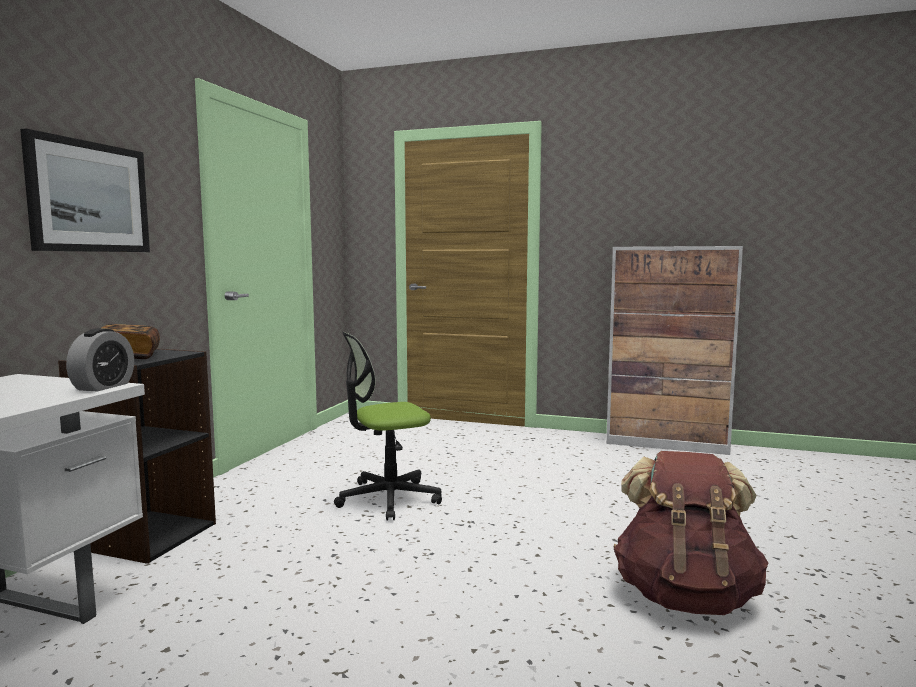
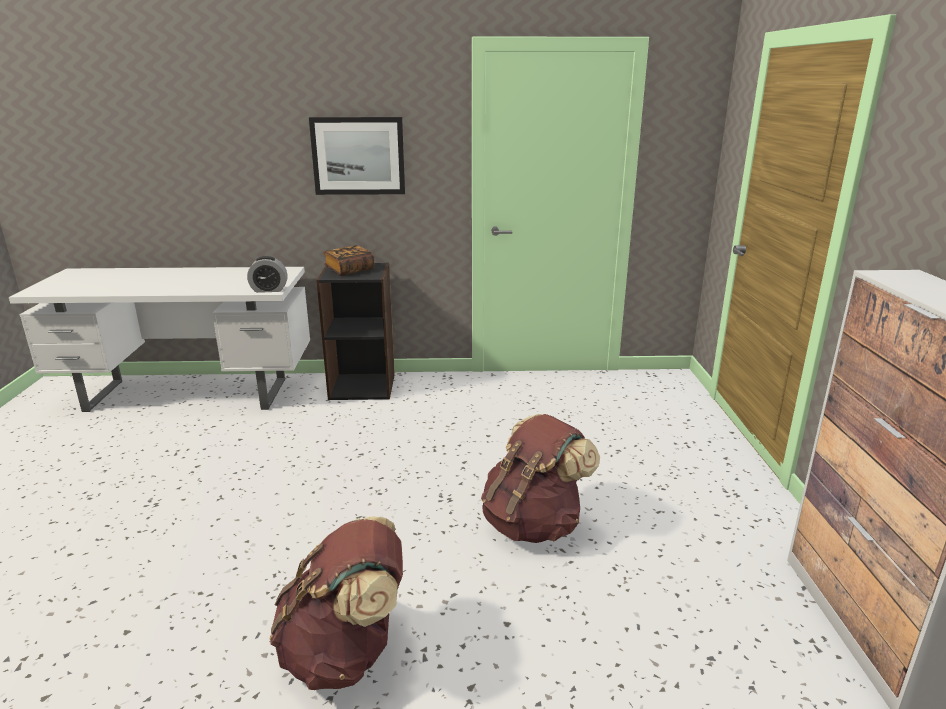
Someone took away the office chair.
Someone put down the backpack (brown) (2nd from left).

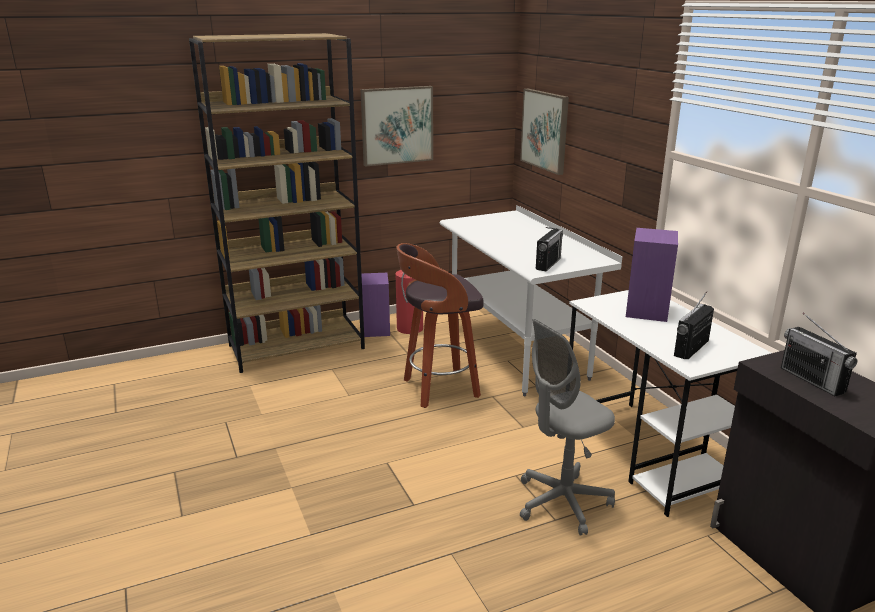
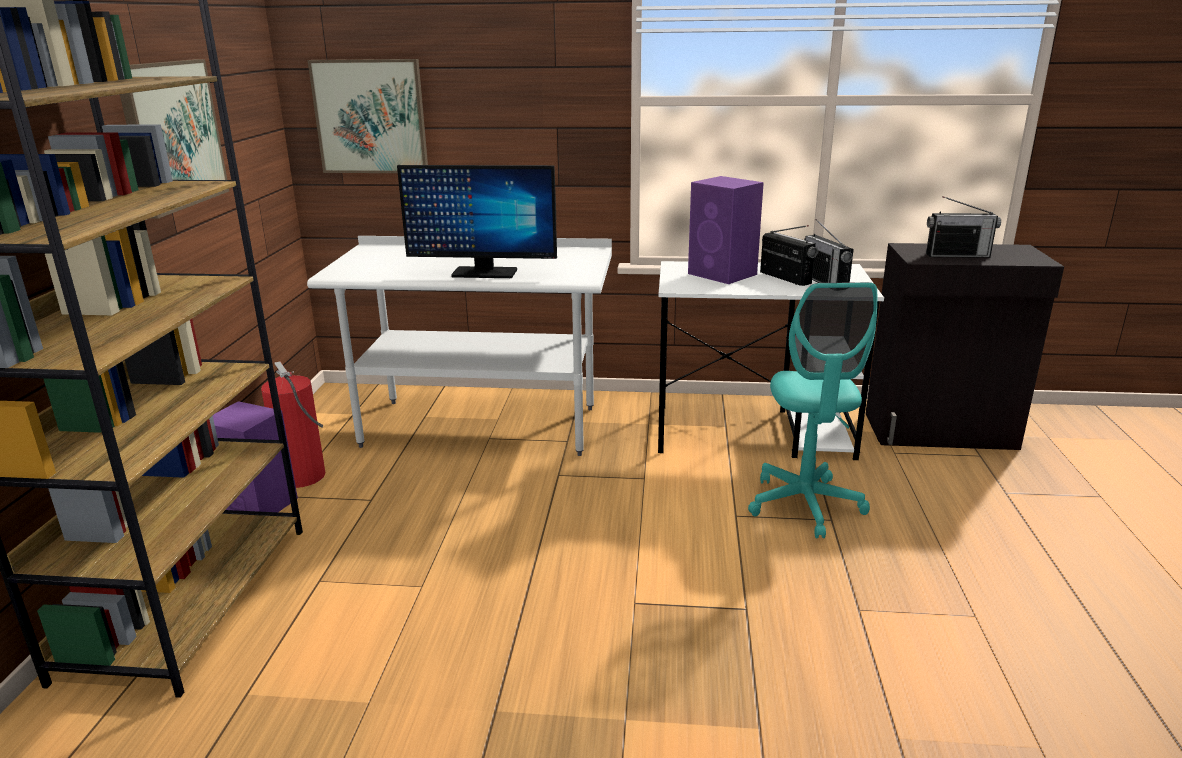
Someone carried the radio (1st from left).
Someone took away the stool.
Someone repainted the office chair (grey), which became the office chair (turquoise).
Someone put down the monitor.

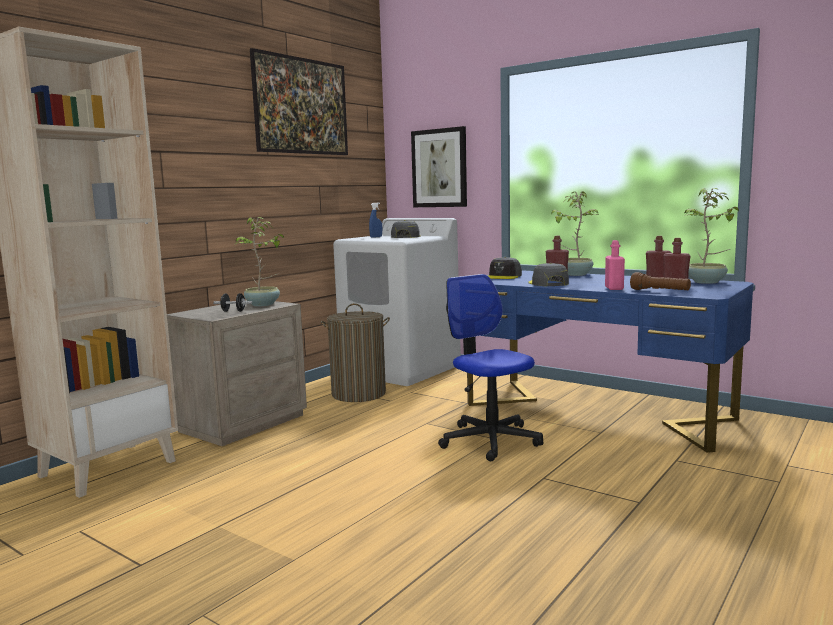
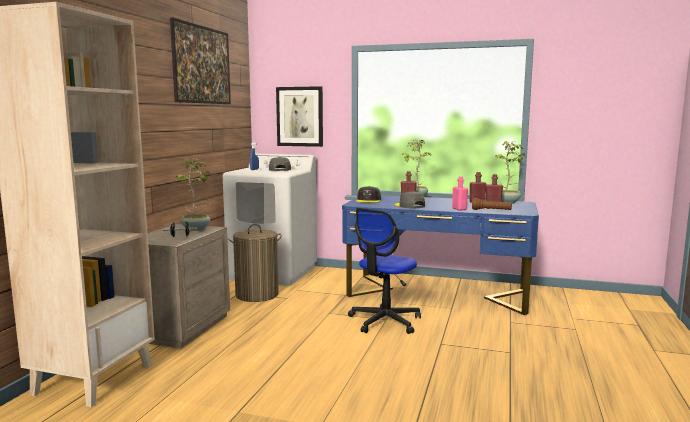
Someone rotated the office chair by 90 degrees counterclockwise.

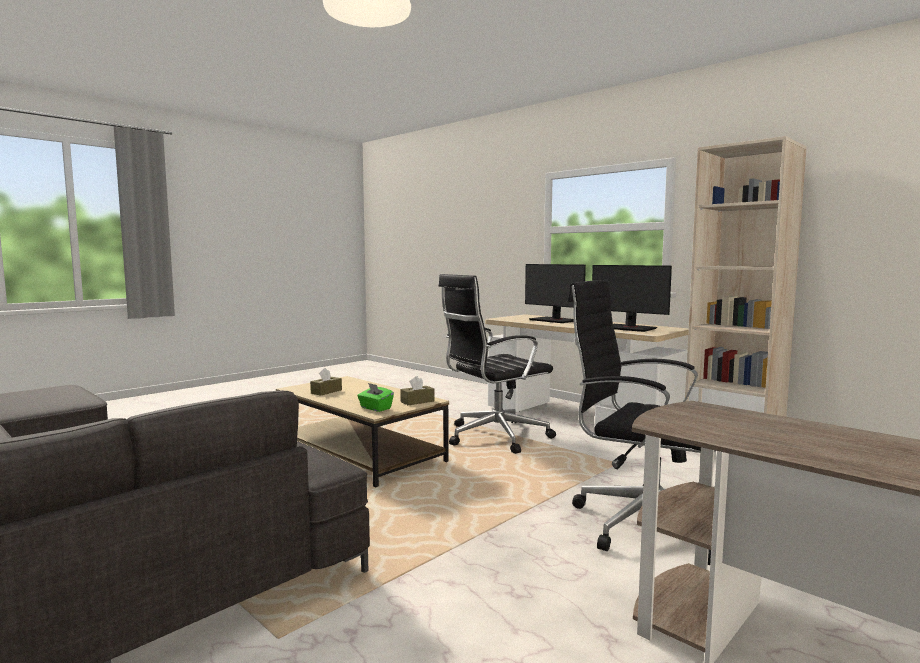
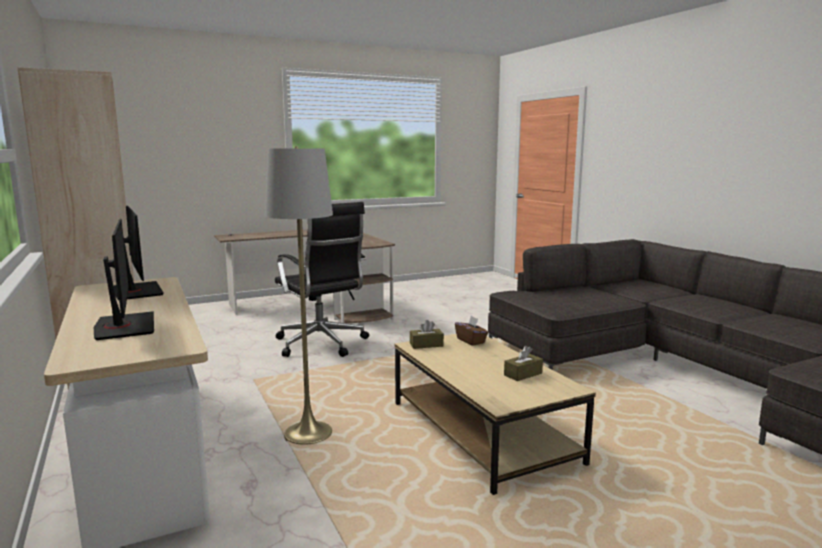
Someone swapped the office chair (black) (1st from left) for the floor lamp (grey).
Someone repainted the tissue box (green), which became the tissue box (brown) (2nd from left).

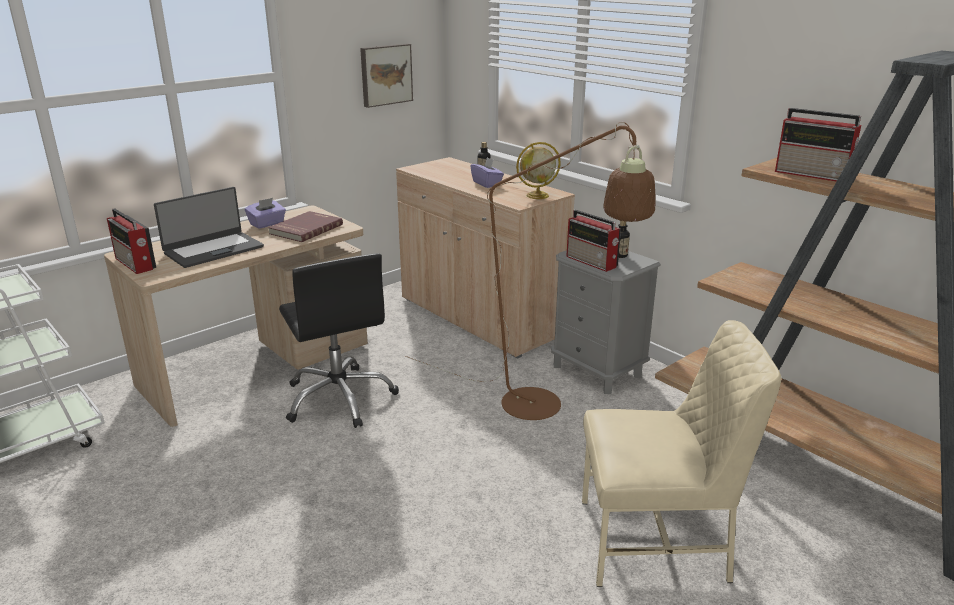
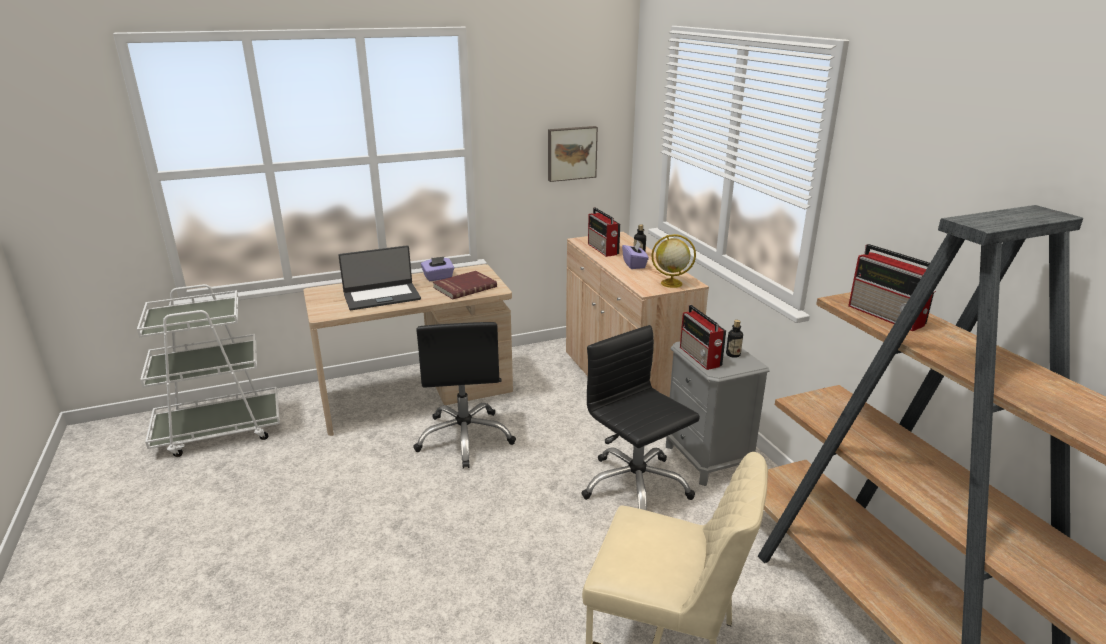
Someone swapped the floor lamp (brown) for the office chair (black) (2nd from left).
Someone carried the radio (1st from left).

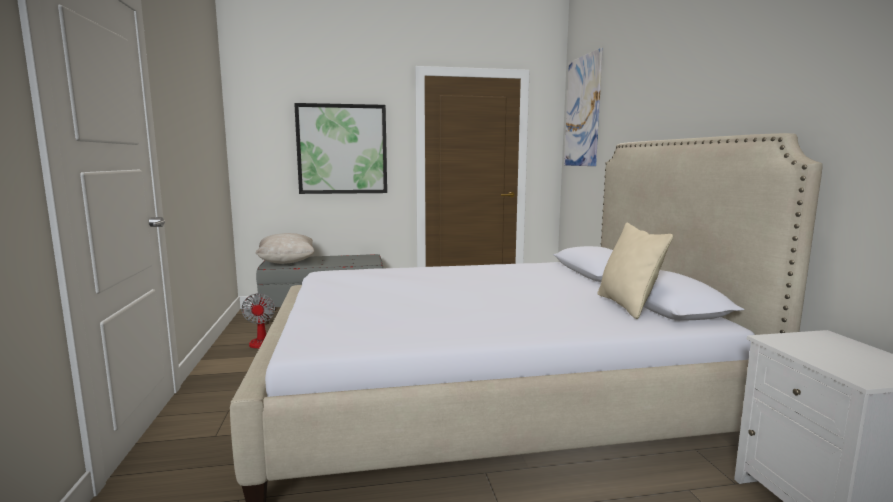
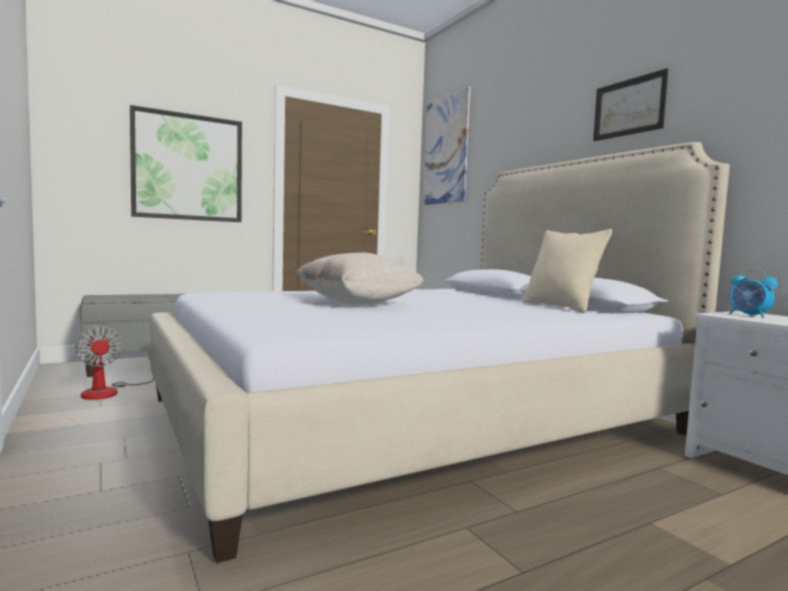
Someone carried the pillow (beige) (1st from left).
Someone put up the picture (3rd from left).
Someone put down the alarm clock.

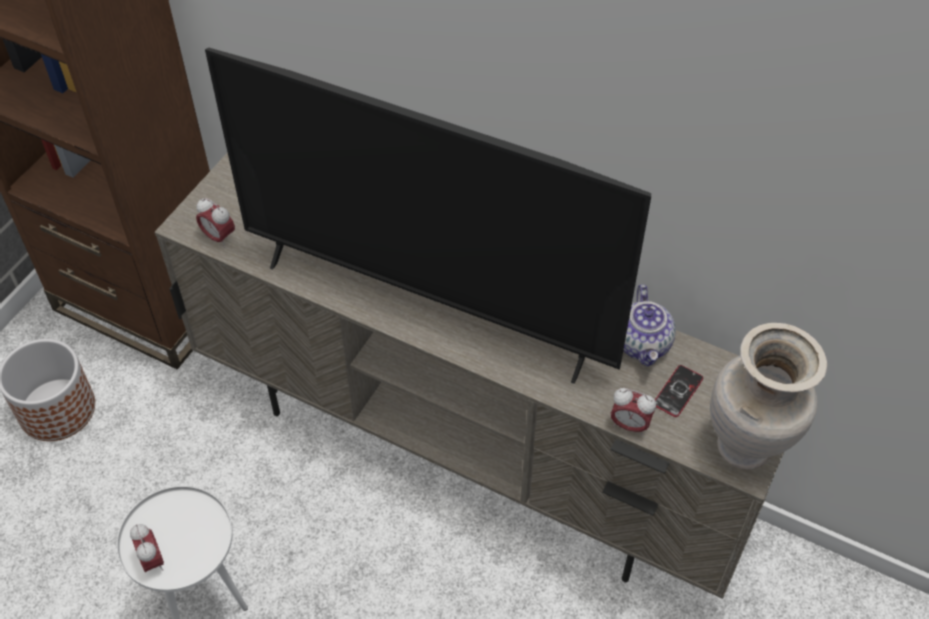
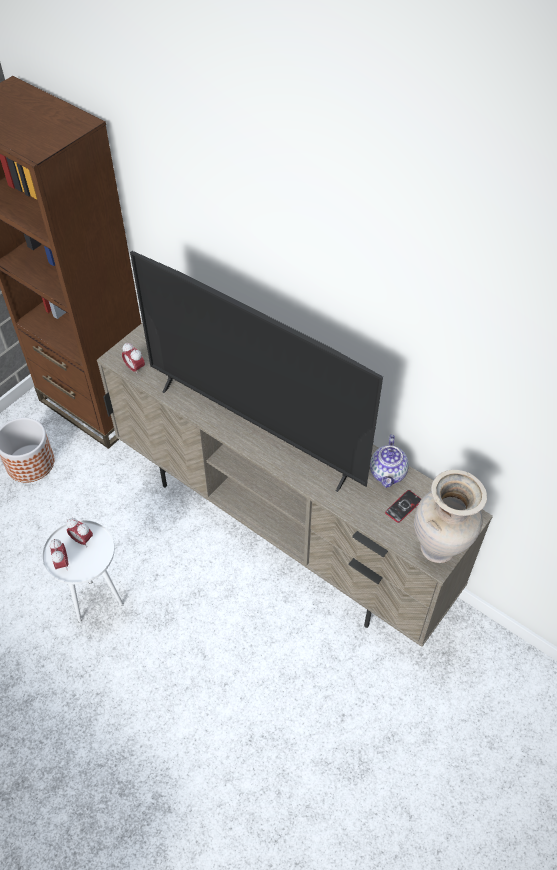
Someone carried the alarm clock (3rd from left in the first image).

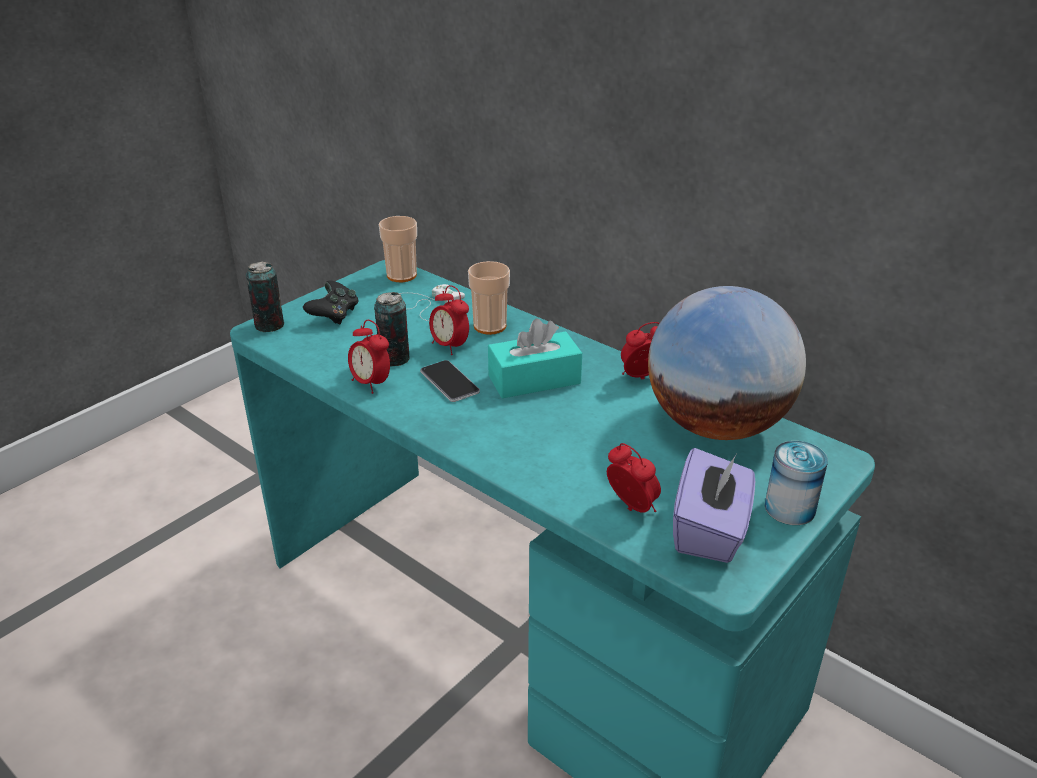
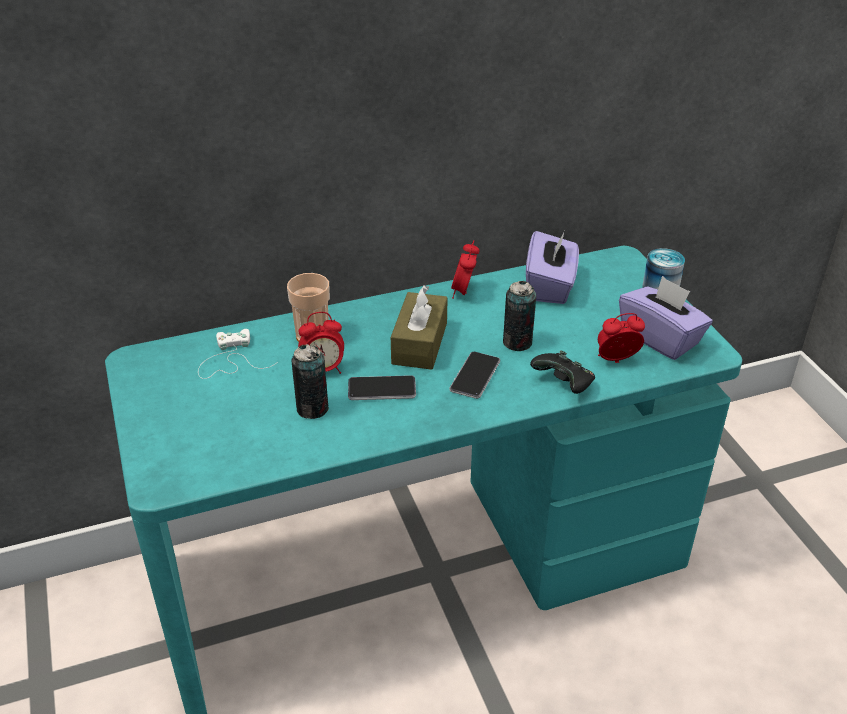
Someone took away the cup (1st from left).
Someone carried the can (1st from left in the first image).
Someone carried the game controller (black).
Someone swapped the globe for the tissue box (purple) (1st from left).
Someone repainted the tissue box (turquoise), which became the tissue box (brown).
Someone took away the alarm clock (1st from left).
Someone put down the phone (2nd from left).

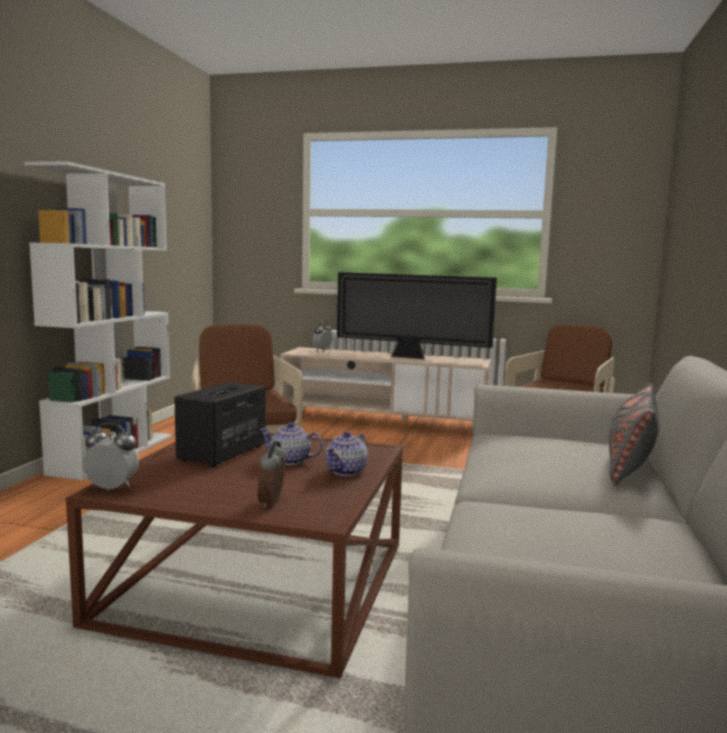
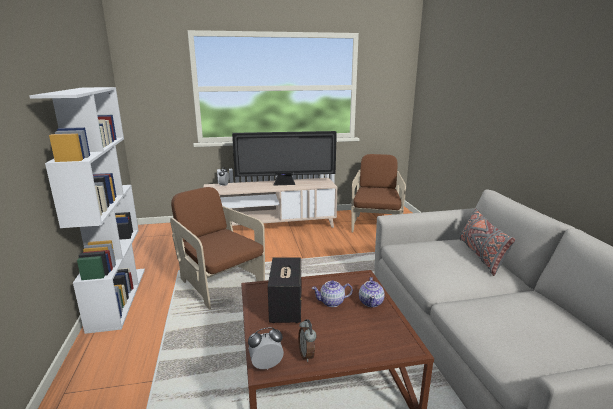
Someone carried the alarm clock (2nd from left in the first image).

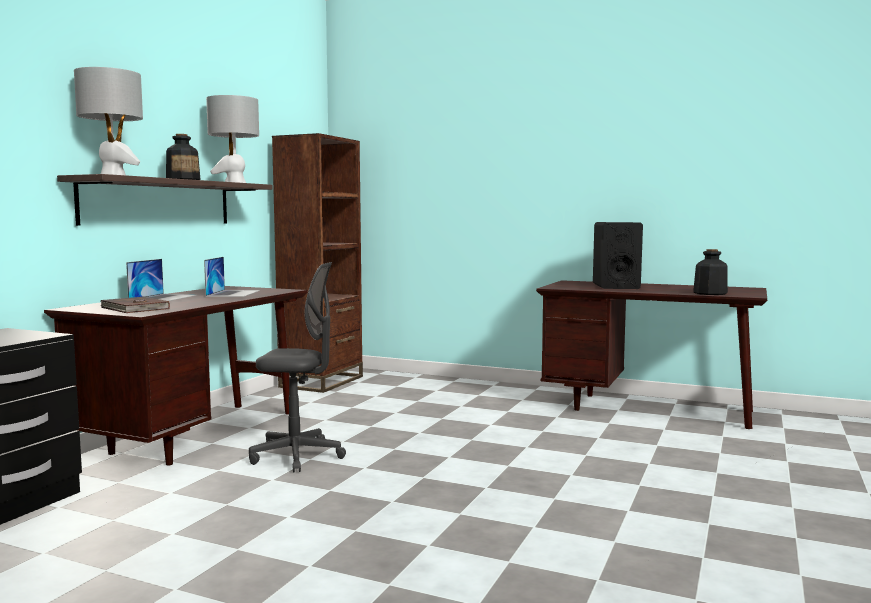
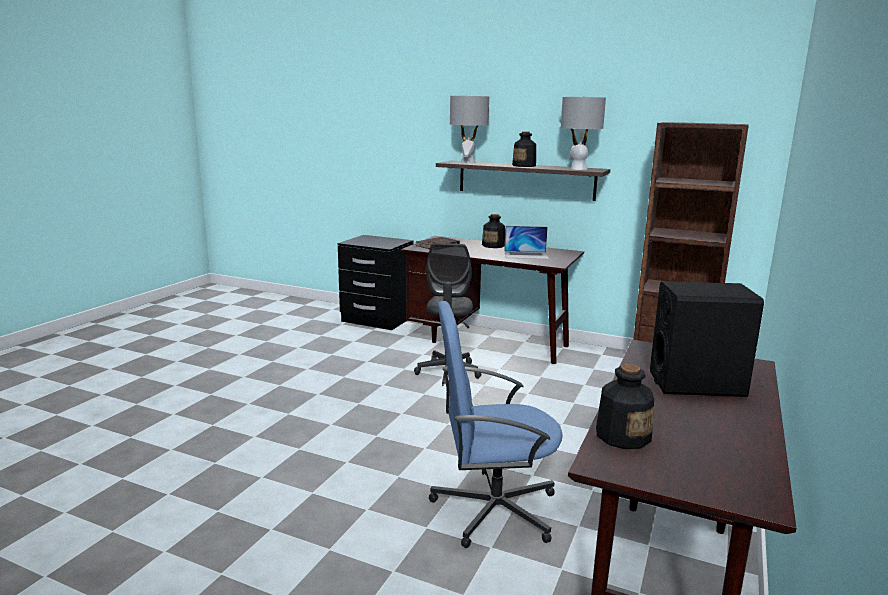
Someone swapped the laptop (1st from left) for the bottle (1st from left).
Someone put down the office chair (blue).

